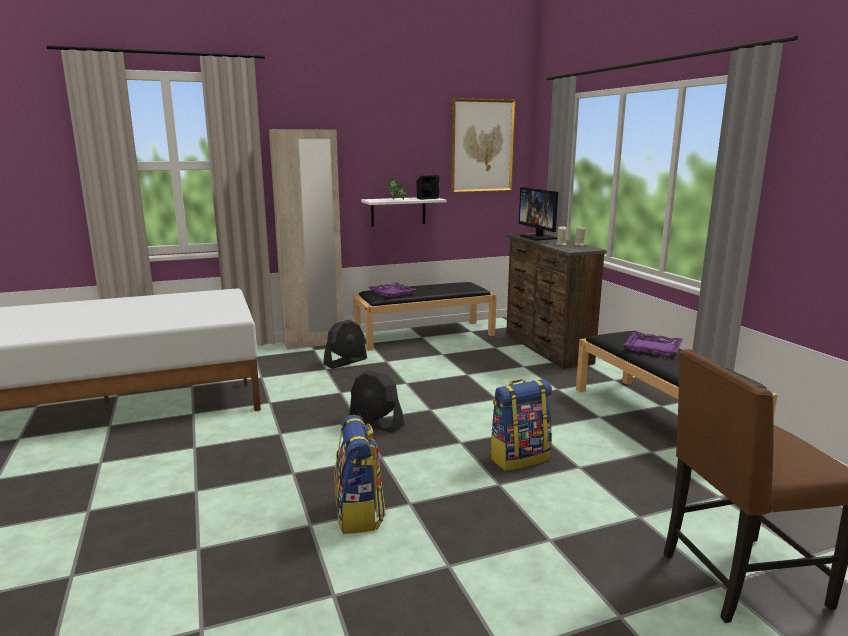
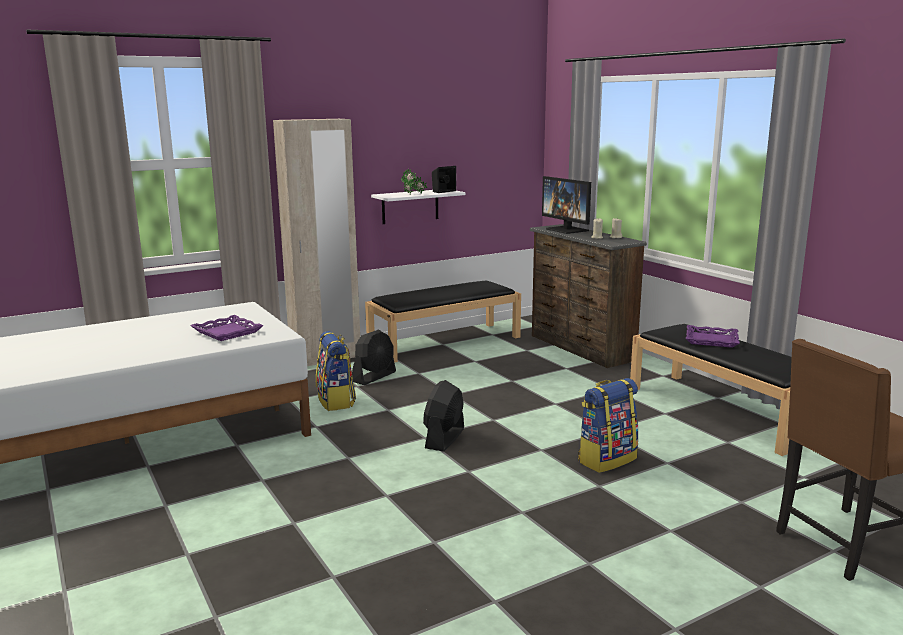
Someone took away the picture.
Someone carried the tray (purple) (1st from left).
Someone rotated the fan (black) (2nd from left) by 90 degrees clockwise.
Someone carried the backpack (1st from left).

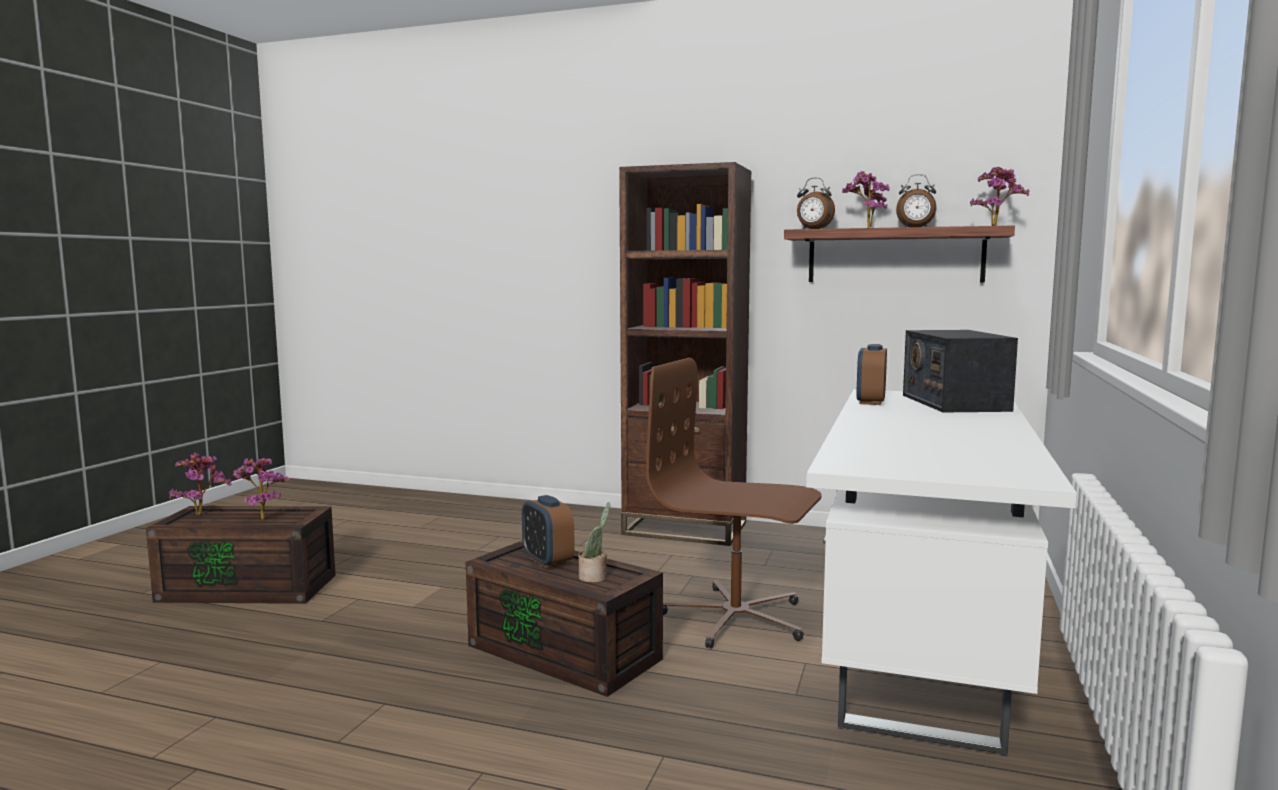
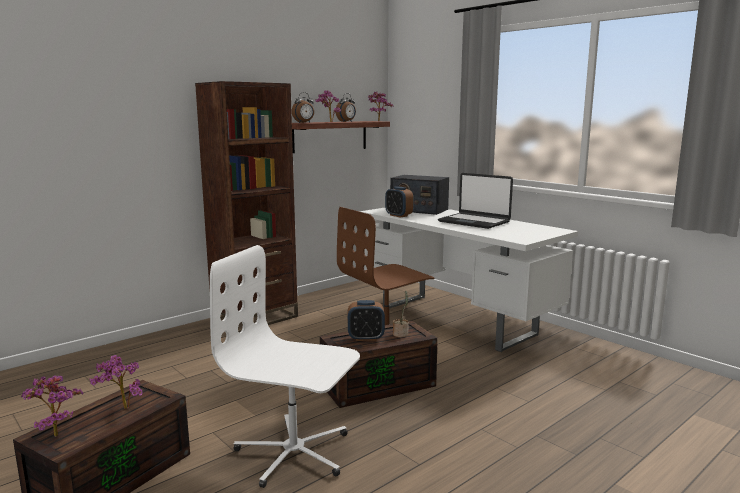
Someone put down the laptop.
Someone put down the office chair (white).

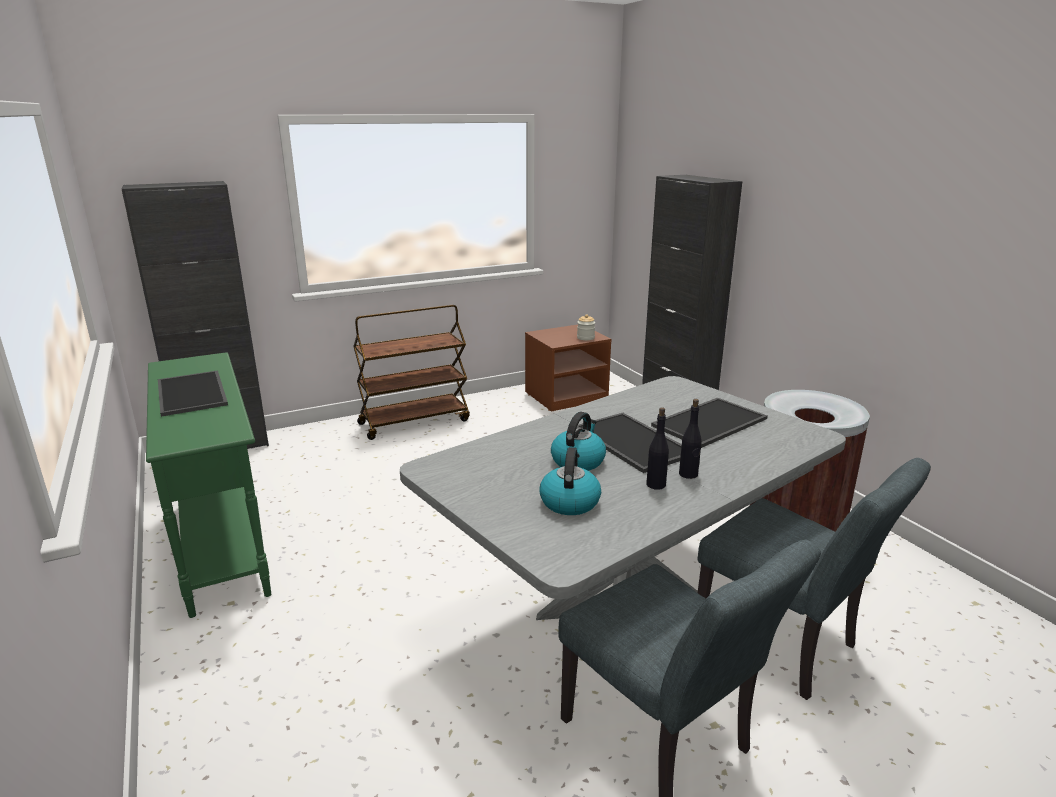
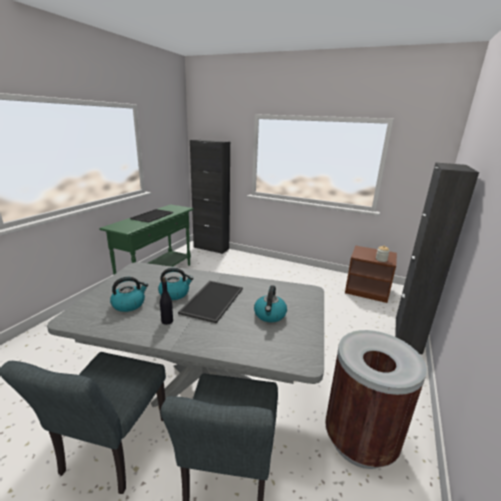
Someone took away the cart (brown).
Someone swapped the tray (3rd from left) for the kettle (3rd from left).
Someone took away the bottle (black) (2nd from left).

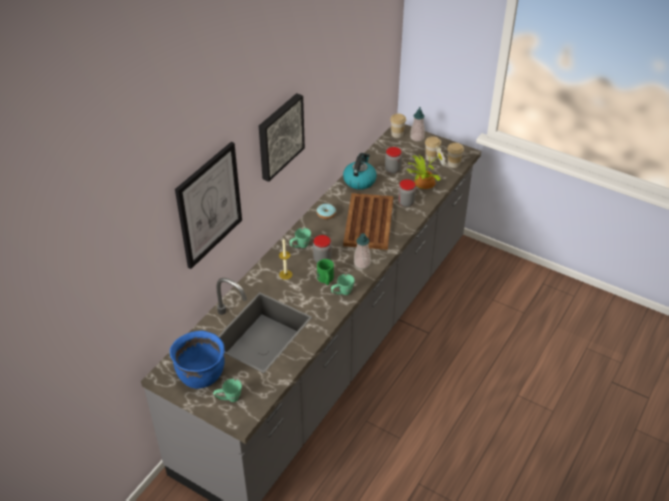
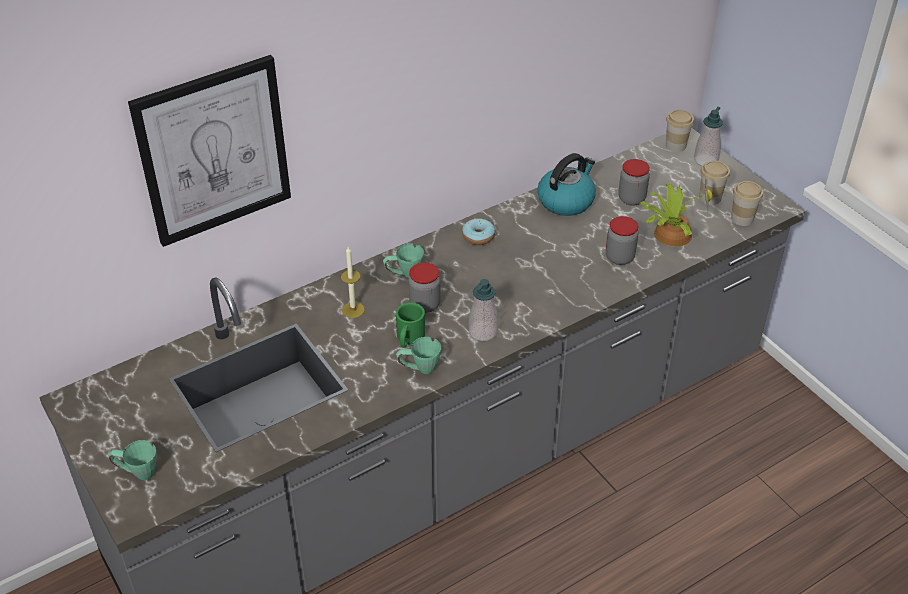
Someone took away the picture (2nd from left).
Someone took away the tray (brown).
Someone took away the cooking pot (blue).

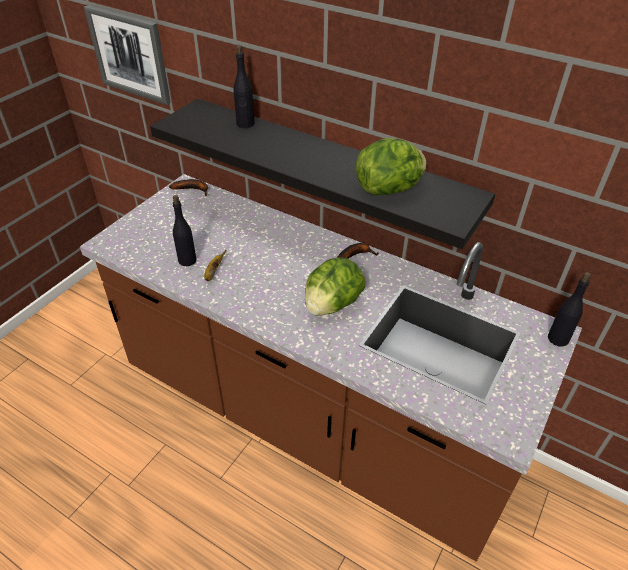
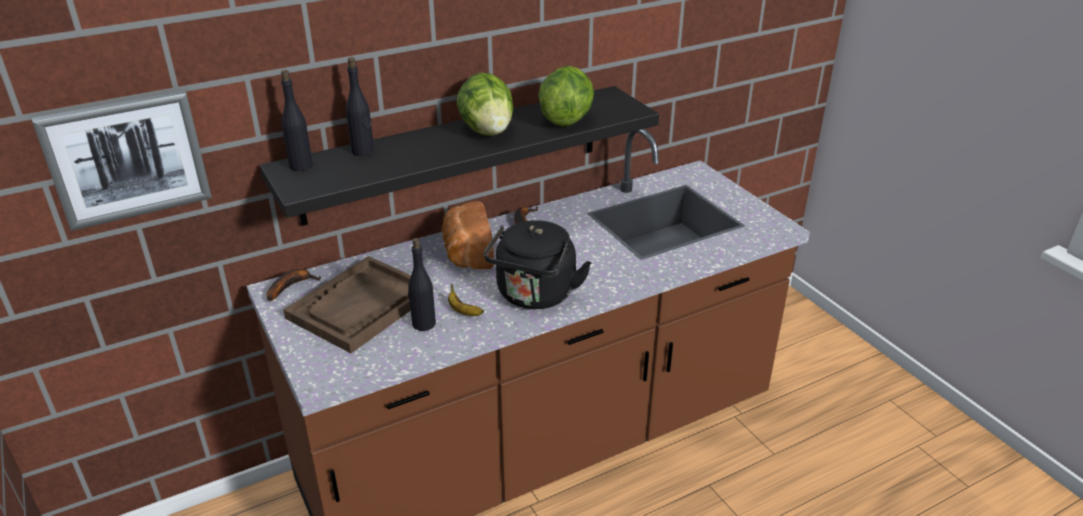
Someone carried the lettuce (1st from left).
Someone carried the bottle (black) (3rd from left in the first image).
Someone put down the bread.
Someone put down the kettle (black).
Someone put down the tray (brown).

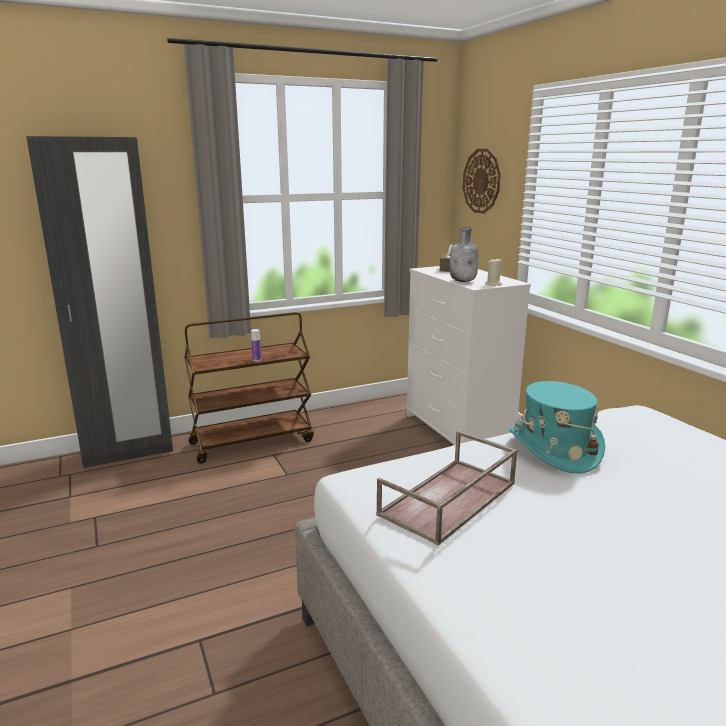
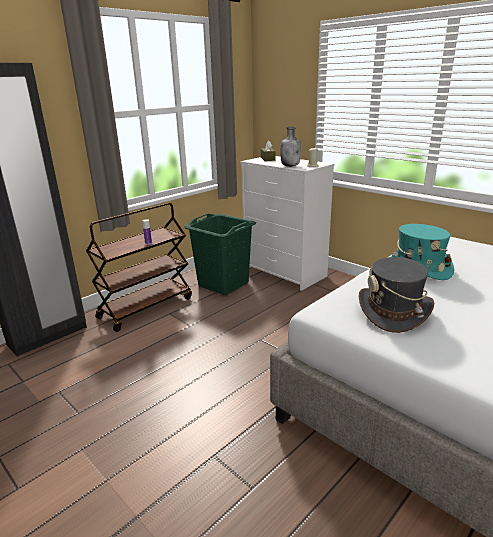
Someone took away the wall clock.
Someone swapped the tray (brown) for the hat (grey).
Someone put down the laundry basket (green).

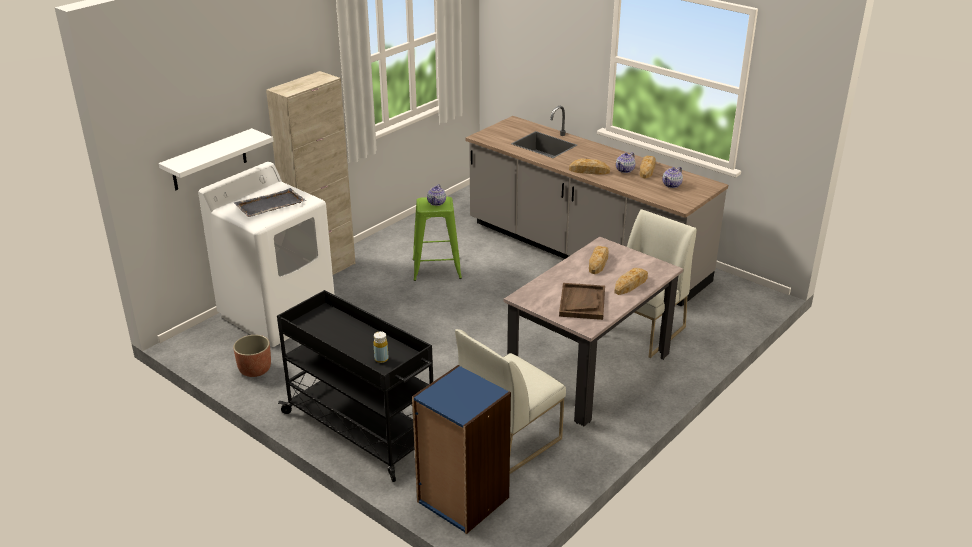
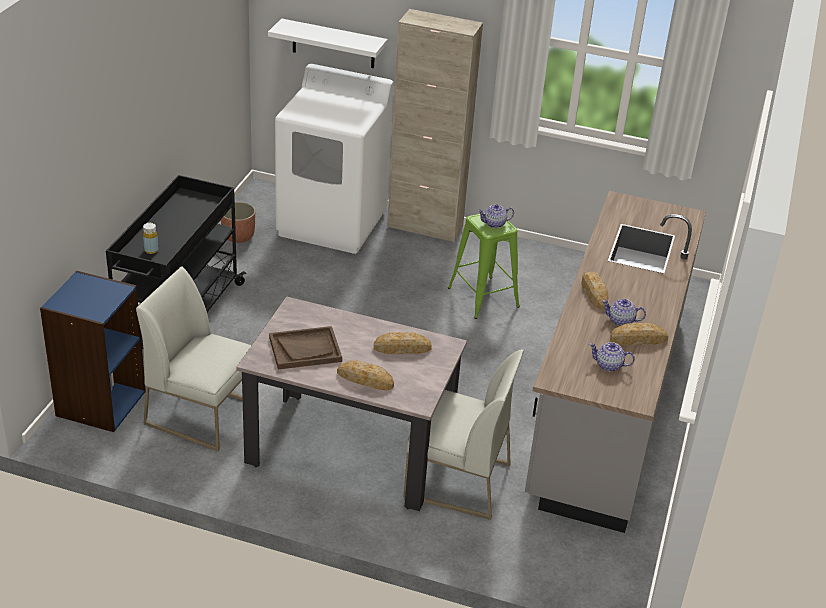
Someone took away the tray (grey).

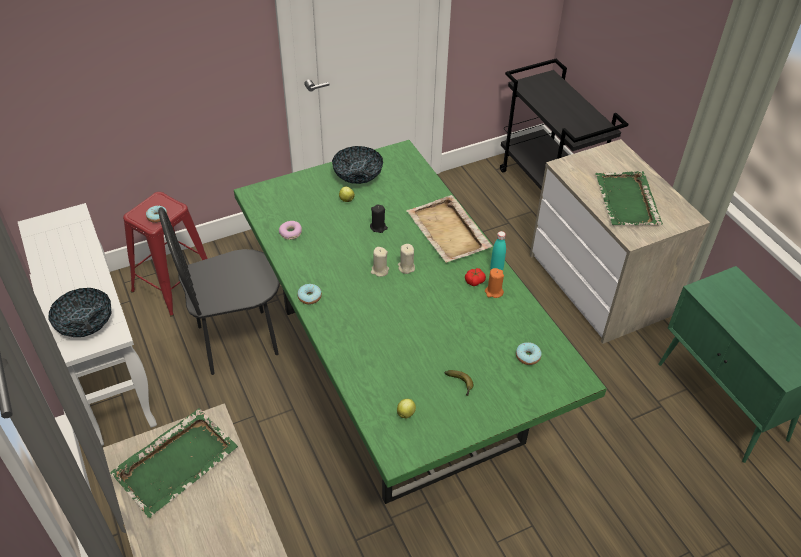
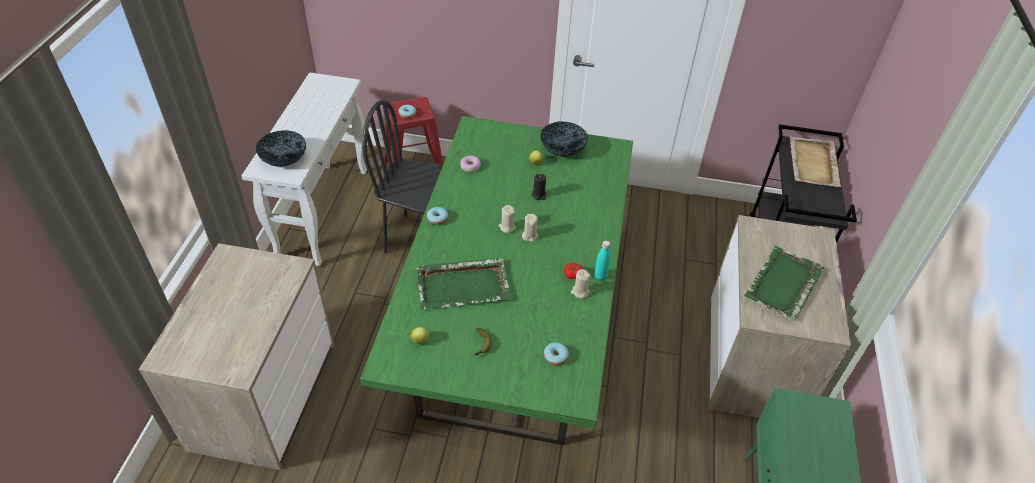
Someone carried the tray (beige).
Someone repainted the candle (orange), which became the candle (beige) (3rd from left).
Someone carried the tray (green) (1st from left).

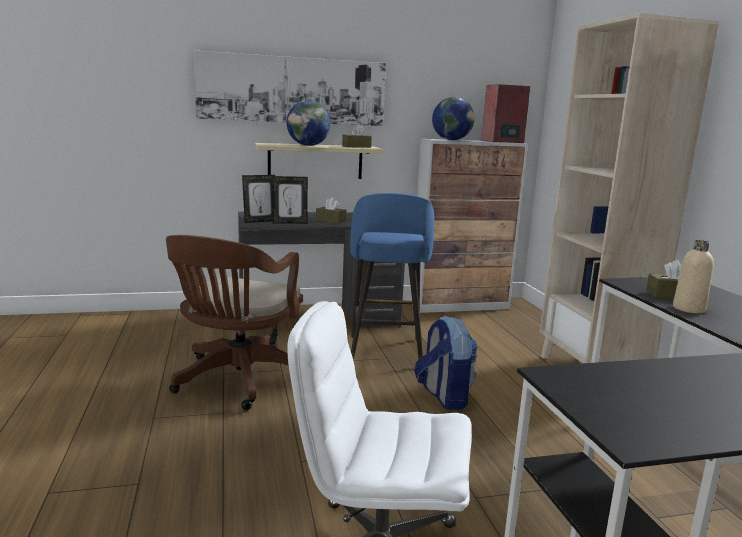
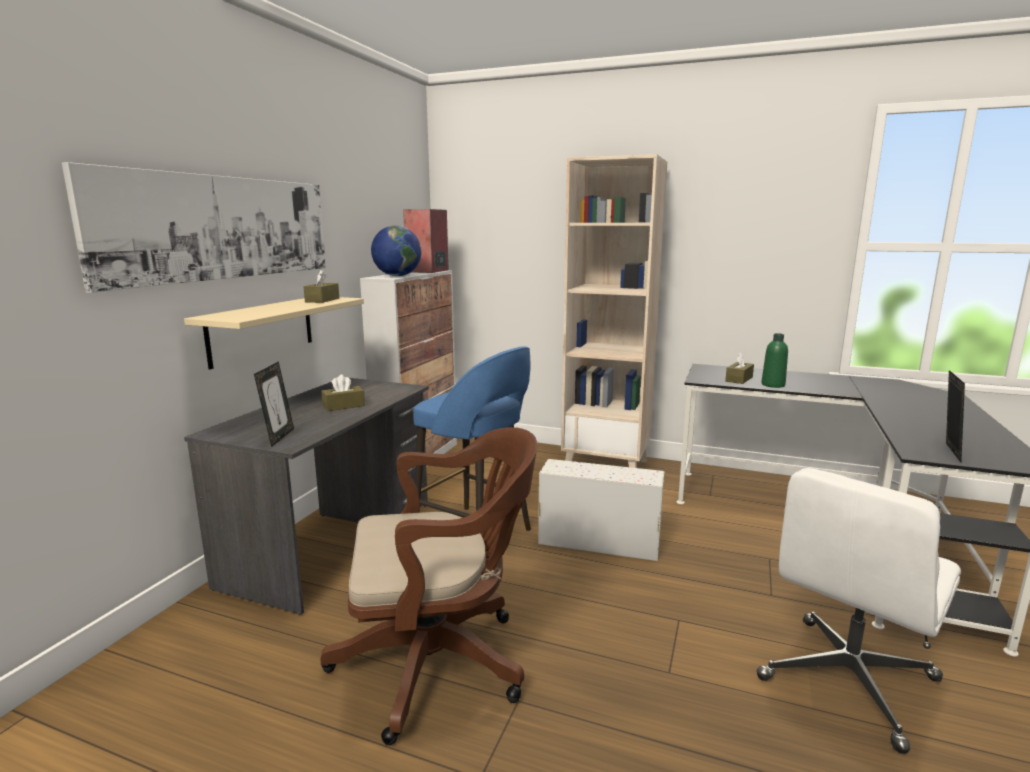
Someone took away the globe (1st from left).
Someone carried the picture frame (2nd from left).
Someone rotated the office chair (brown) by 60 degrees counterclockwise.
Someone repainted the bottle (beige), which became the bottle (green).
Someone swapped the backpack for the storage box (white).

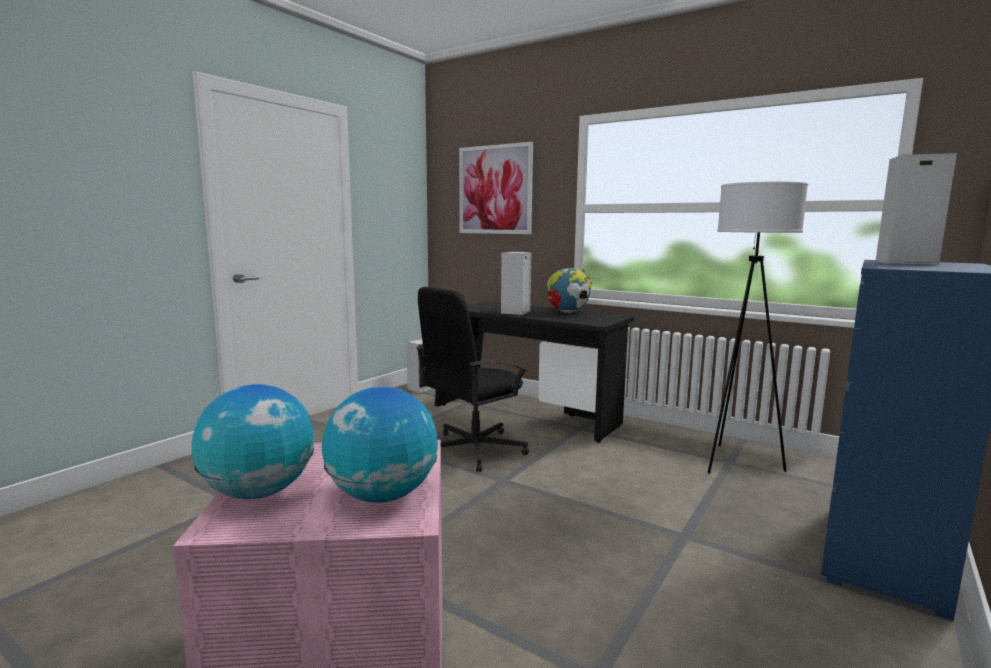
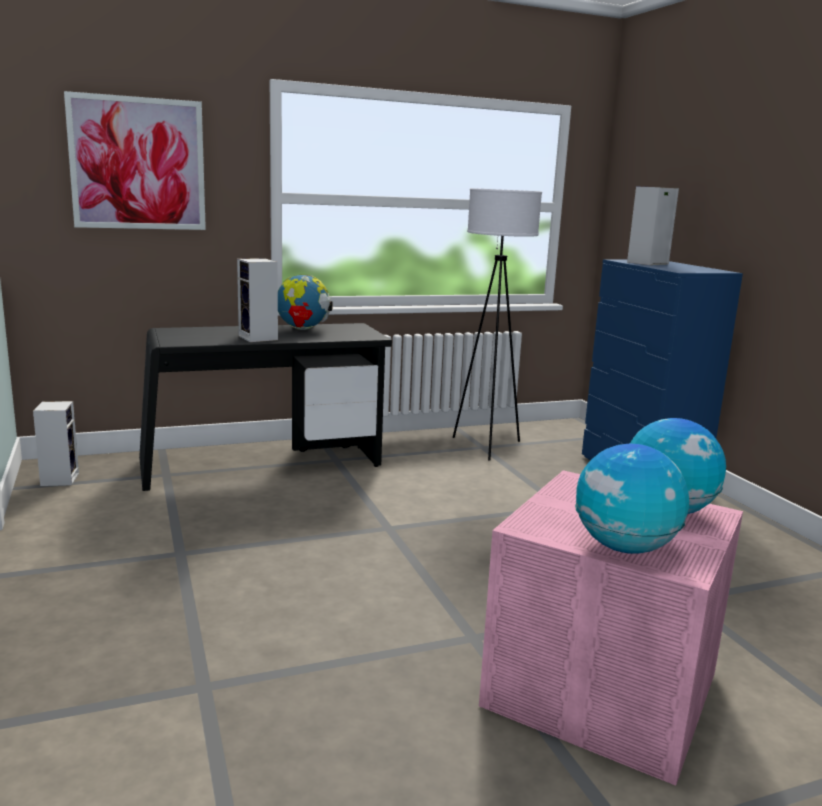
Someone took away the office chair (black).

